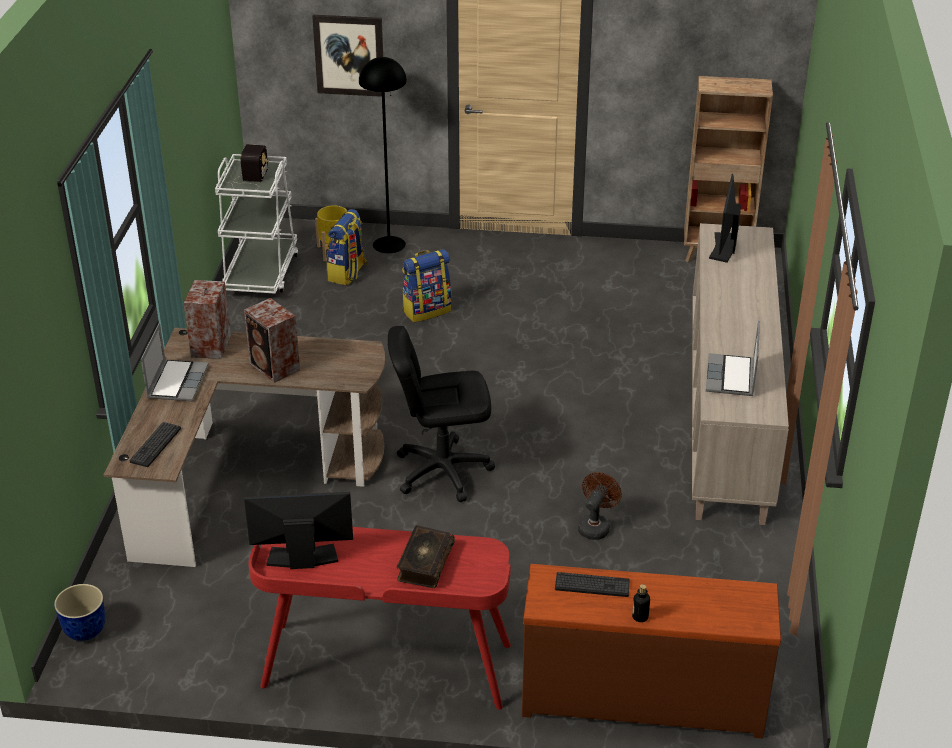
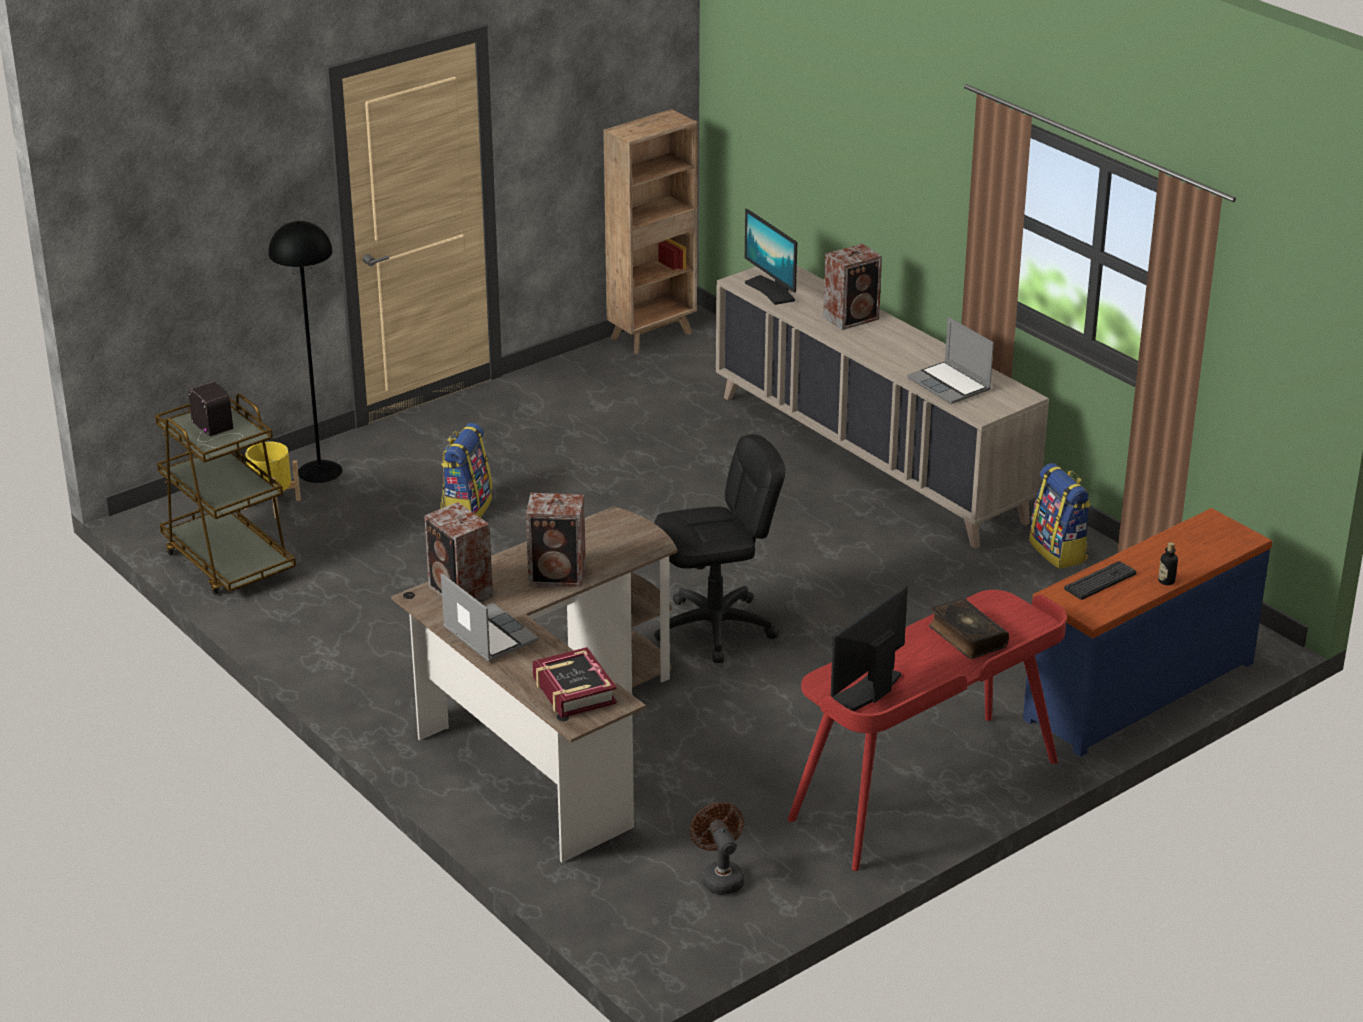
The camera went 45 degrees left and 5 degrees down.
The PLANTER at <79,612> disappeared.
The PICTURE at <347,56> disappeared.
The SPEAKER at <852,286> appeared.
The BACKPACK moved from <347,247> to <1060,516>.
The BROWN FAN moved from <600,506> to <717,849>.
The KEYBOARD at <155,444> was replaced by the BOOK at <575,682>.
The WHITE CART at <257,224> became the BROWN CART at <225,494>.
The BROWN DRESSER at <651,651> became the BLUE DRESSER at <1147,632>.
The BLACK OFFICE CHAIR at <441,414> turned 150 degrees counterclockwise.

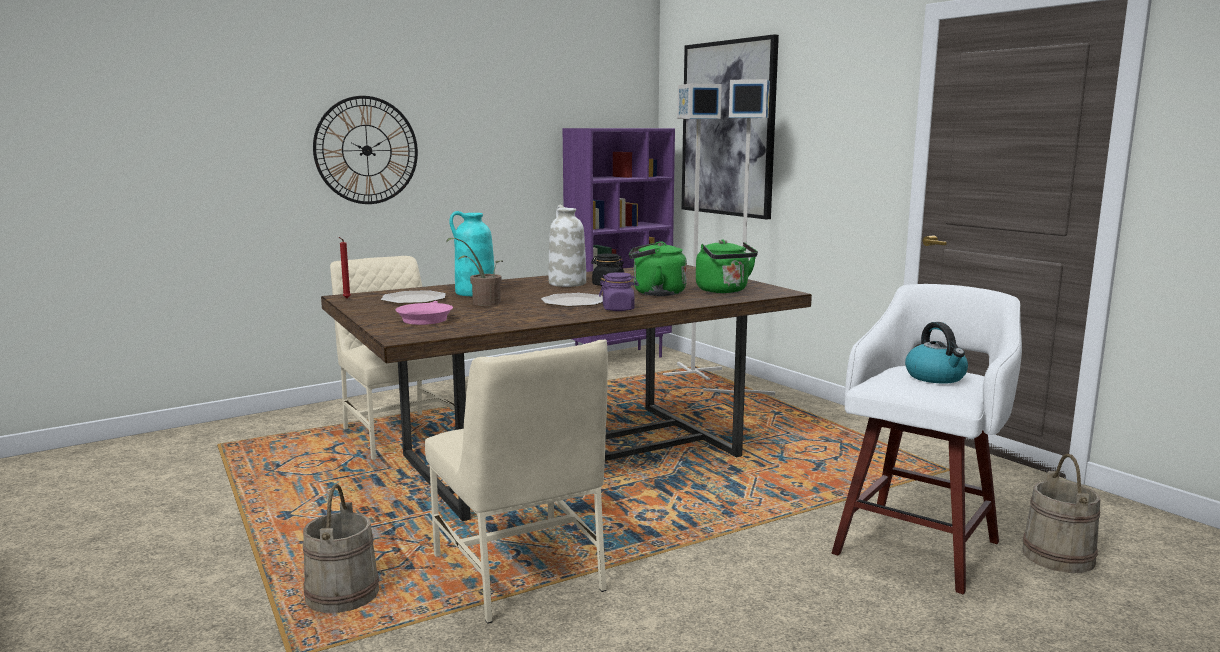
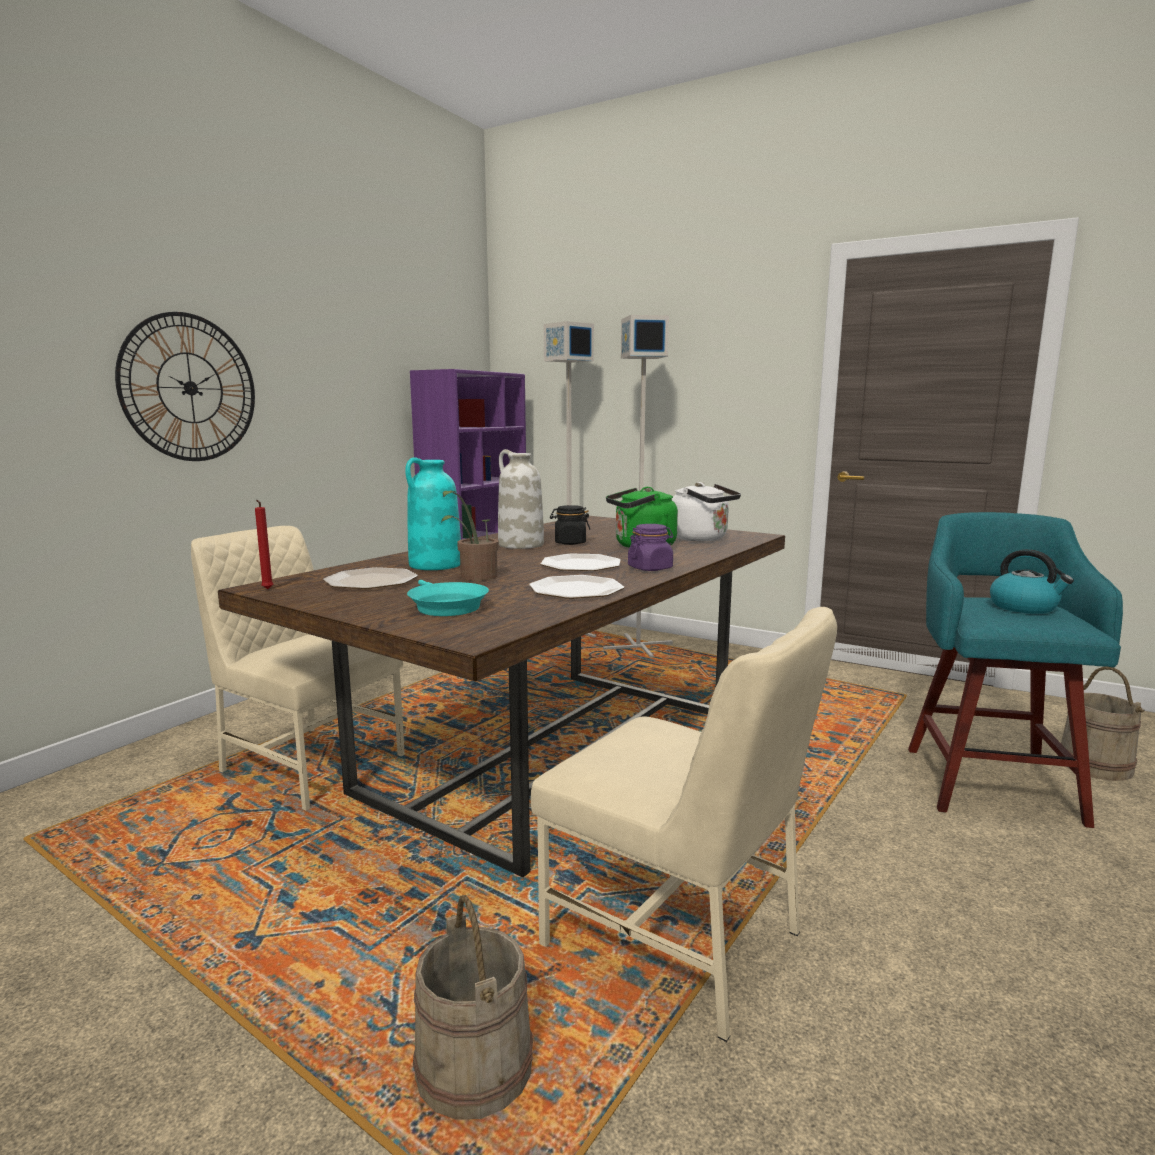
The camera went 25 degrees left and 0 degrees up.
The PICTURE at <730,126> disappeared.
The PLATE at <576,587> appeared.
The PINK FRYING PAN at <424,313> became the TURQUOISE FRYING PAN at <448,598>.
The GREEN KETTLE at <727,266> became the WHITE KETTLE at <706,511>.
The WHITE STOOL at <927,439> became the TURQUOISE STOOL at <1015,670>.

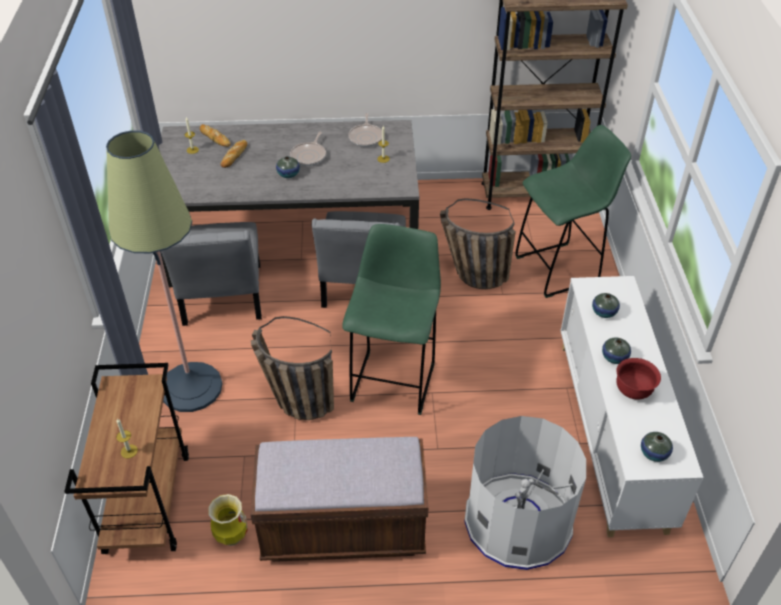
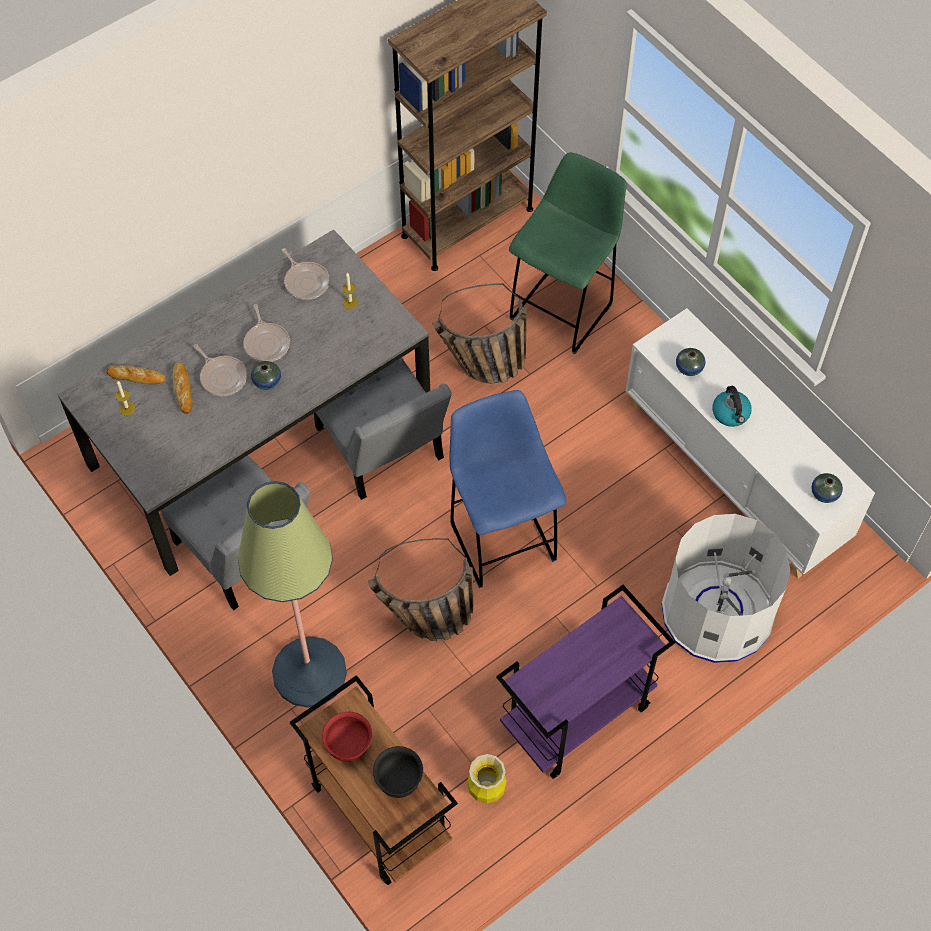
The camera went 35 degrees left and 15 degrees up.
The FRYING PAN at <220,370> appeared.
The RED BOWL moved from <638,378> to <347,737>.
The CANDLE at <127,438> was replaced by the BLACK BOWL at <398,772>.
The BROWN BENCH at <339,499> was replaced by the PURPLE CART at <585,682>.
The VASE at <616,351> was replaced by the KETTLE at <732,406>.
The GREEN STOOL at <391,319> became the BLUE STOOL at <508,489>.

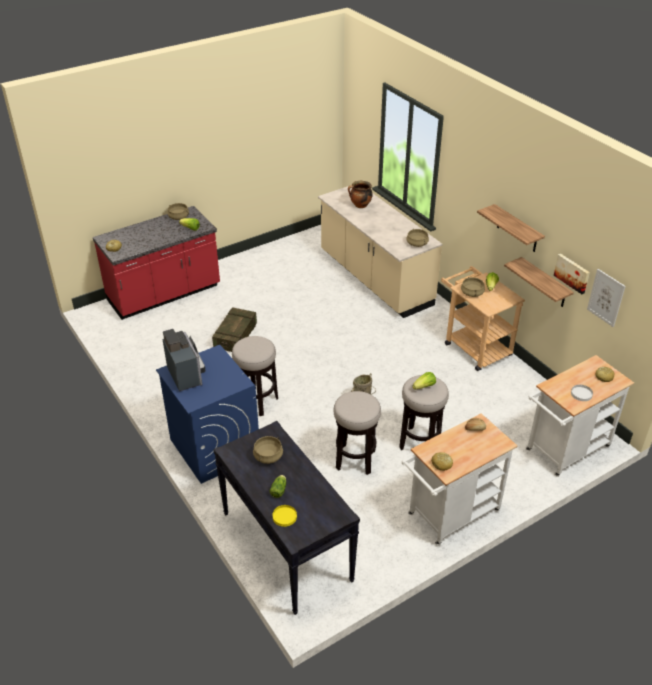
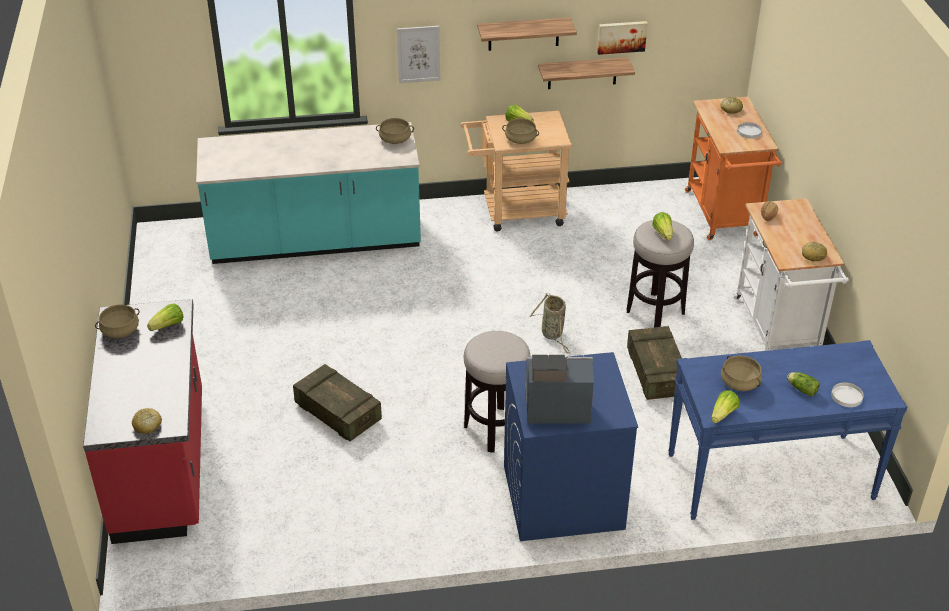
The camera went 65 degrees left and 0 degrees up.
The COOKING POT at <360,194> disappeared.
The LETTUCE at <725,406> appeared.
The PICTURE moved from <606,298> to <418,54>.
The STOOL at <357,433> was replaced by the CRATE at <654,363>.
The BLACK CONSOLE TABLE at <287,518> became the BLUE CONSOLE TABLE at <787,430>.
The YELLOW PLATE at <285,516> became the WHITE PLATE at <847,394>.
The BEIGE COUNTER at <380,252> became the TURQUOISE COUNTER at <308,193>.
The WHITE CART at <580,416> became the ORANGE CART at <733,168>.

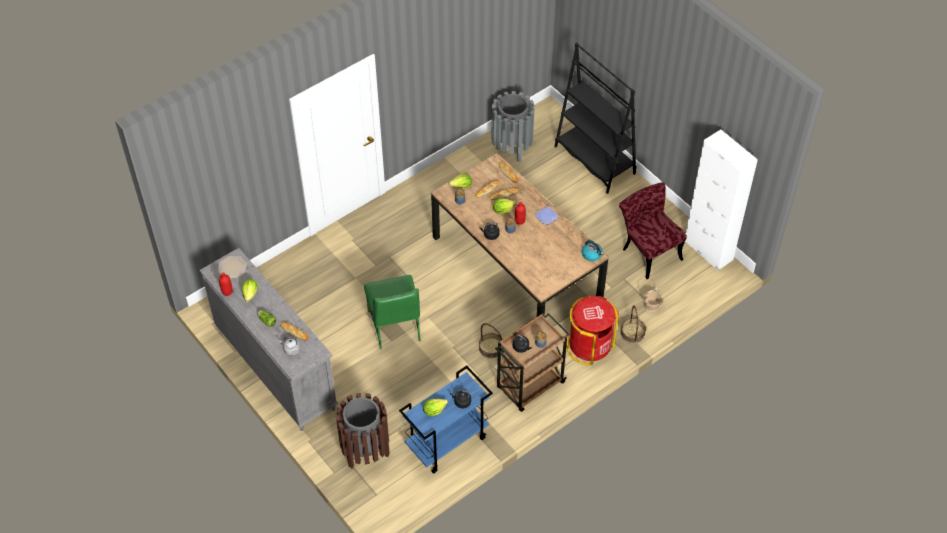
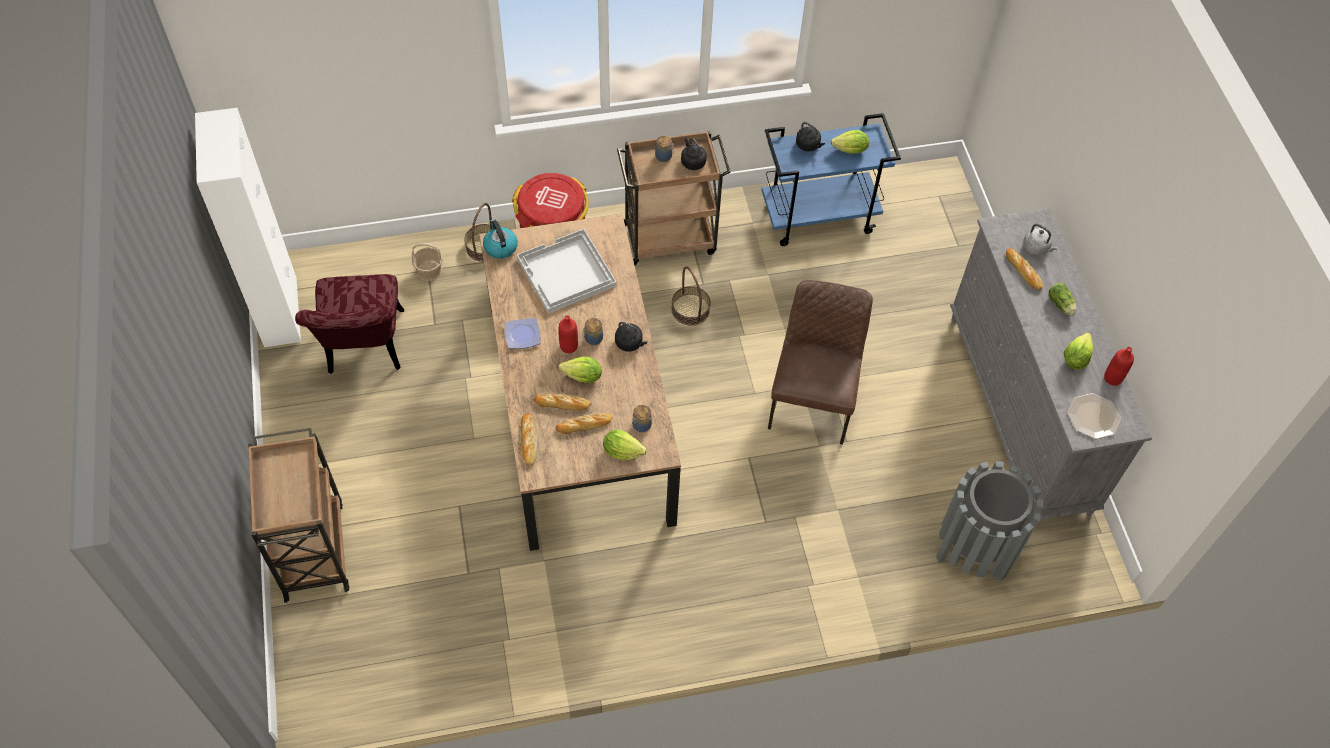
The camera went 155 degrees left and 5 degrees up.
The BROWN TRASH CAN at <363,430> disappeared.
The WHITE TRAY at <567,271> appeared.
The GREY TRASH CAN moved from <513,126> to <989,521>.
The BLACK BOOKCASE at <595,118> was replaced by the BROWN CART at <299,515>.
The GREEN CHAIR at <392,312> became the BROWN CHAIR at <820,362>.

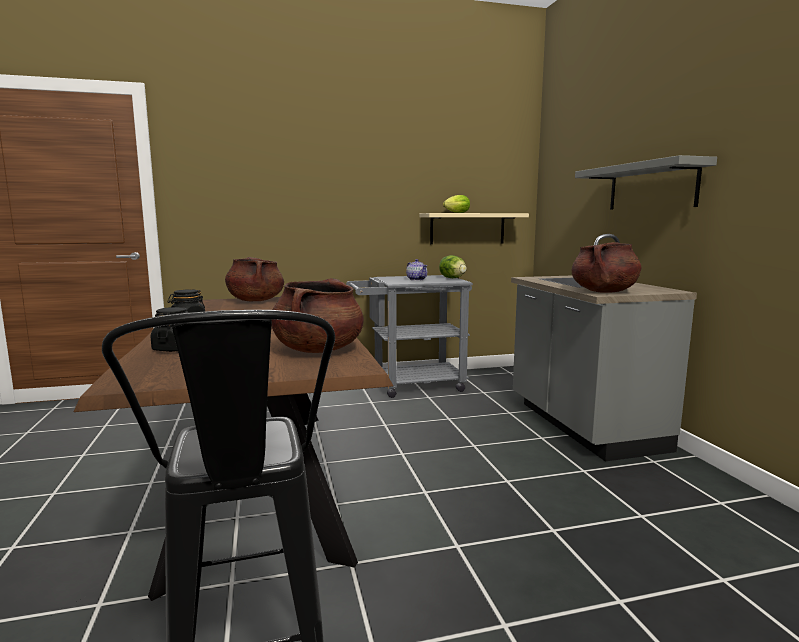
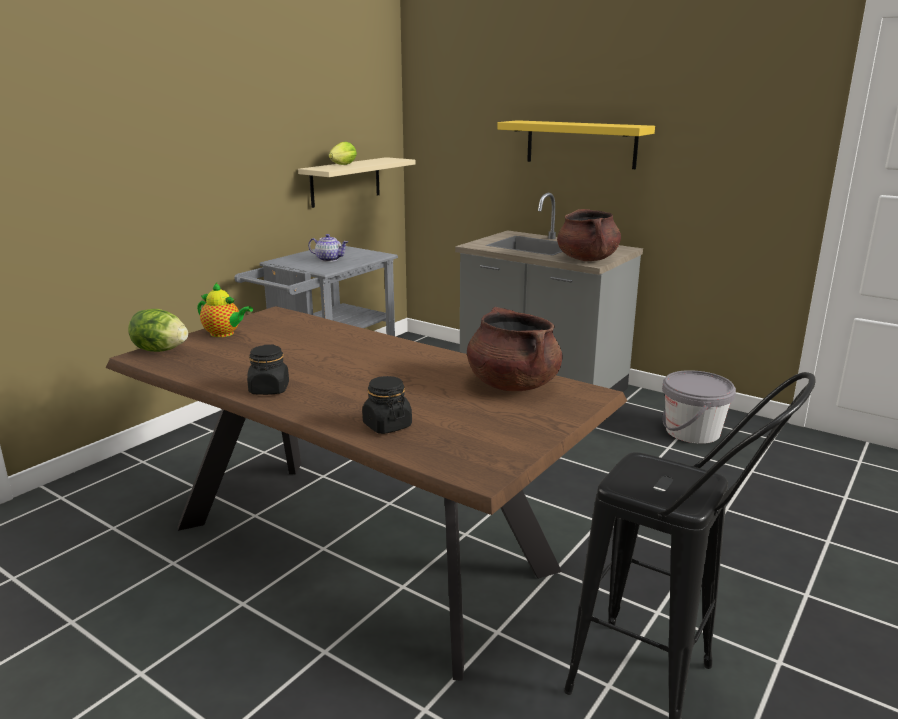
The camera went 40 degrees left and 10 degrees up.
The GREY BUCKET at <699,407> appeared.
The LETTUCE moved from <453,266> to <158,330>.
The BROWN COOKING POT at <254,279> was replaced by the TEAPOT at <225,310>.
The GREY SHELF at <646,182> became the YELLOW SHELF at <576,144>.

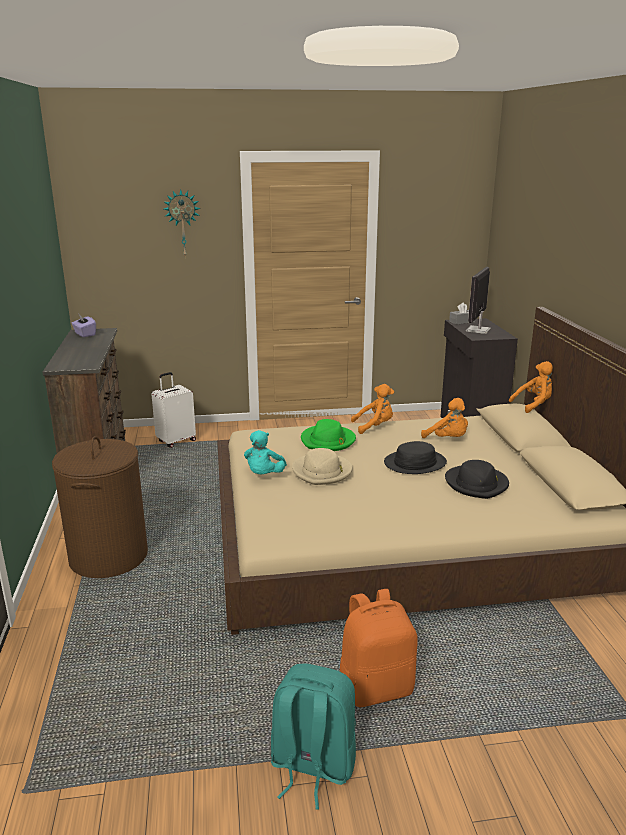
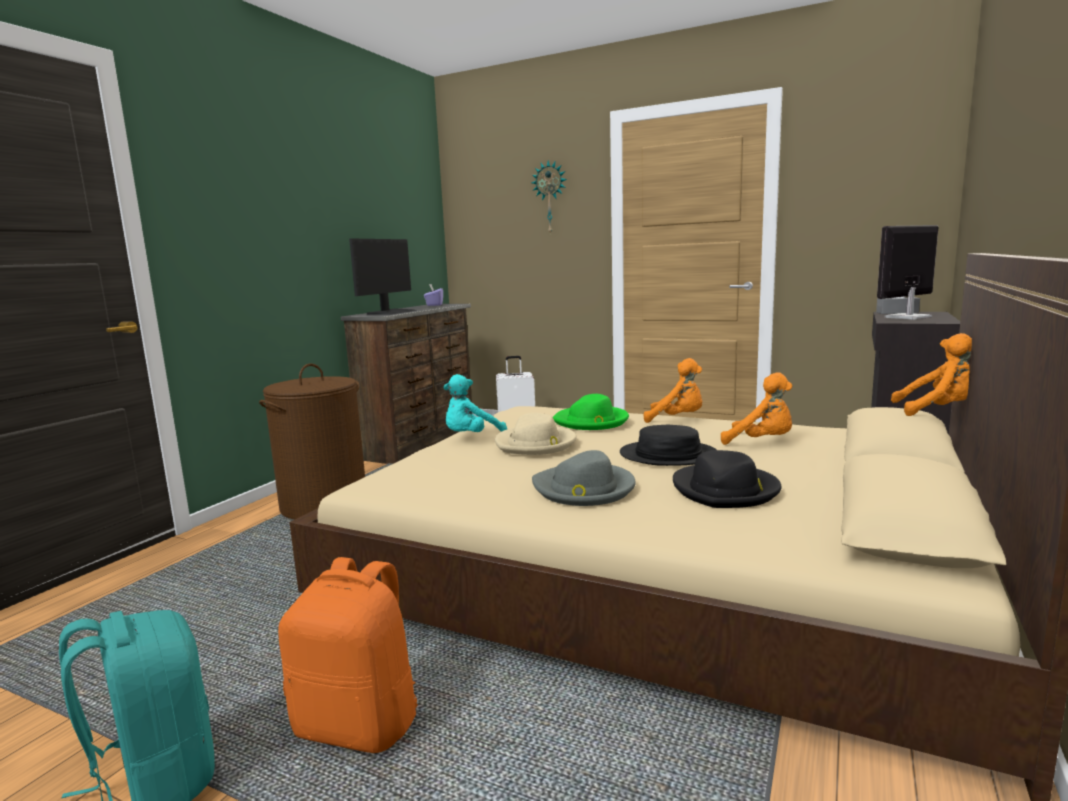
The camera went 35 degrees right and 10 degrees down.
The MONITOR at <383,277> appeared.
The GREY HAT at <584,478> appeared.
The ORANGE PLUSH TOY at <444,418> turned 45 degrees counterclockwise.

